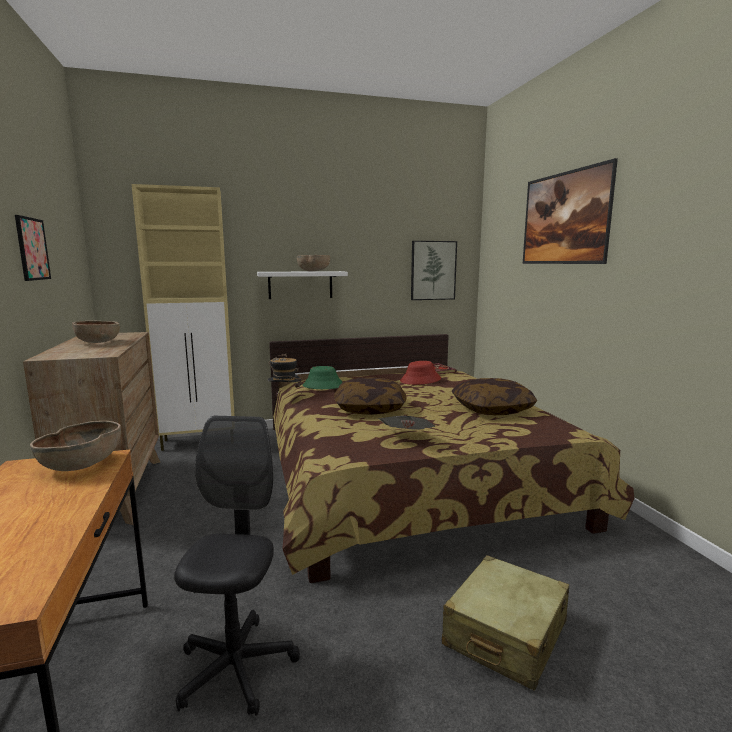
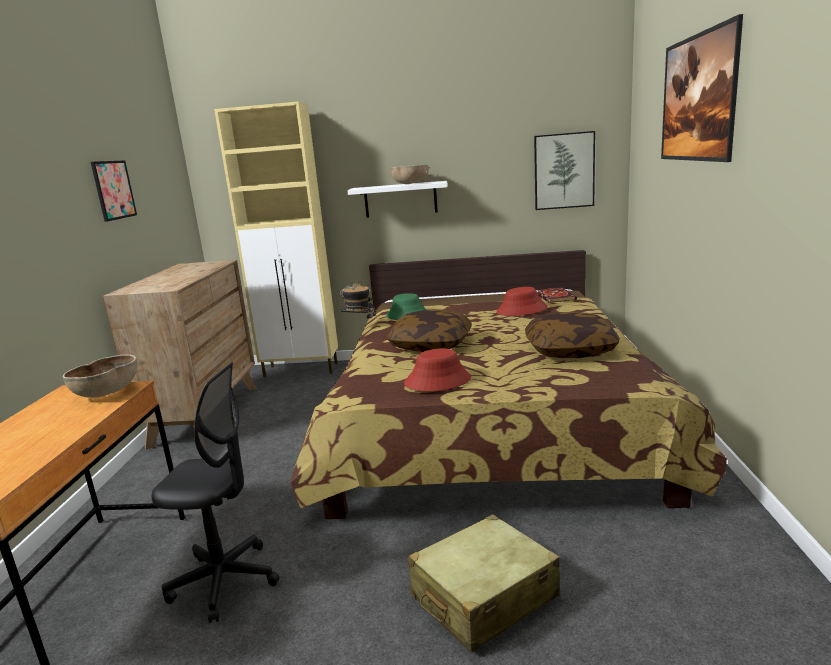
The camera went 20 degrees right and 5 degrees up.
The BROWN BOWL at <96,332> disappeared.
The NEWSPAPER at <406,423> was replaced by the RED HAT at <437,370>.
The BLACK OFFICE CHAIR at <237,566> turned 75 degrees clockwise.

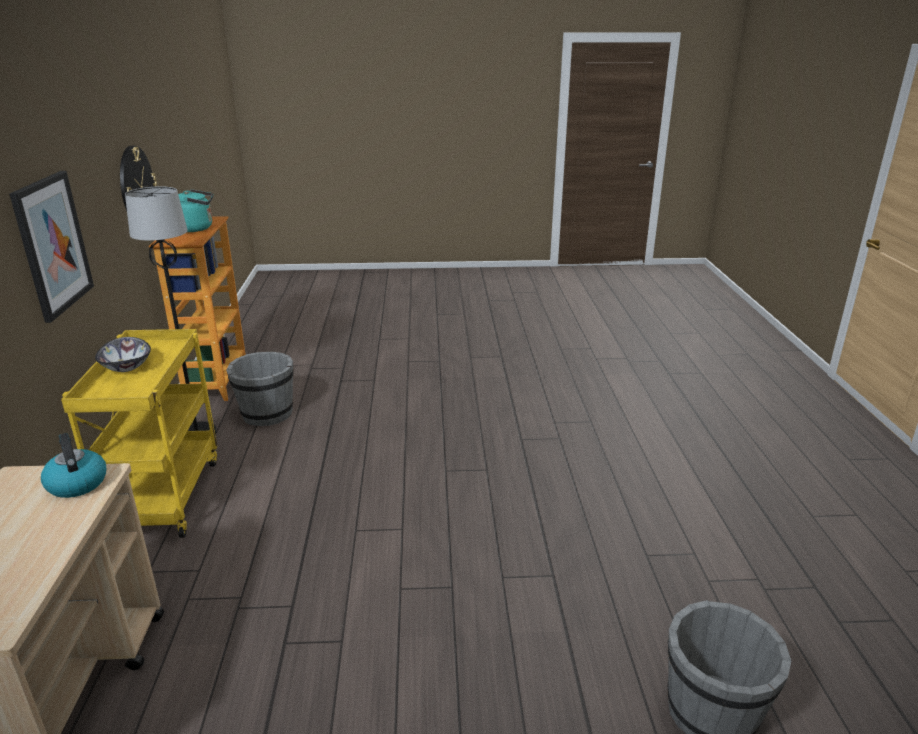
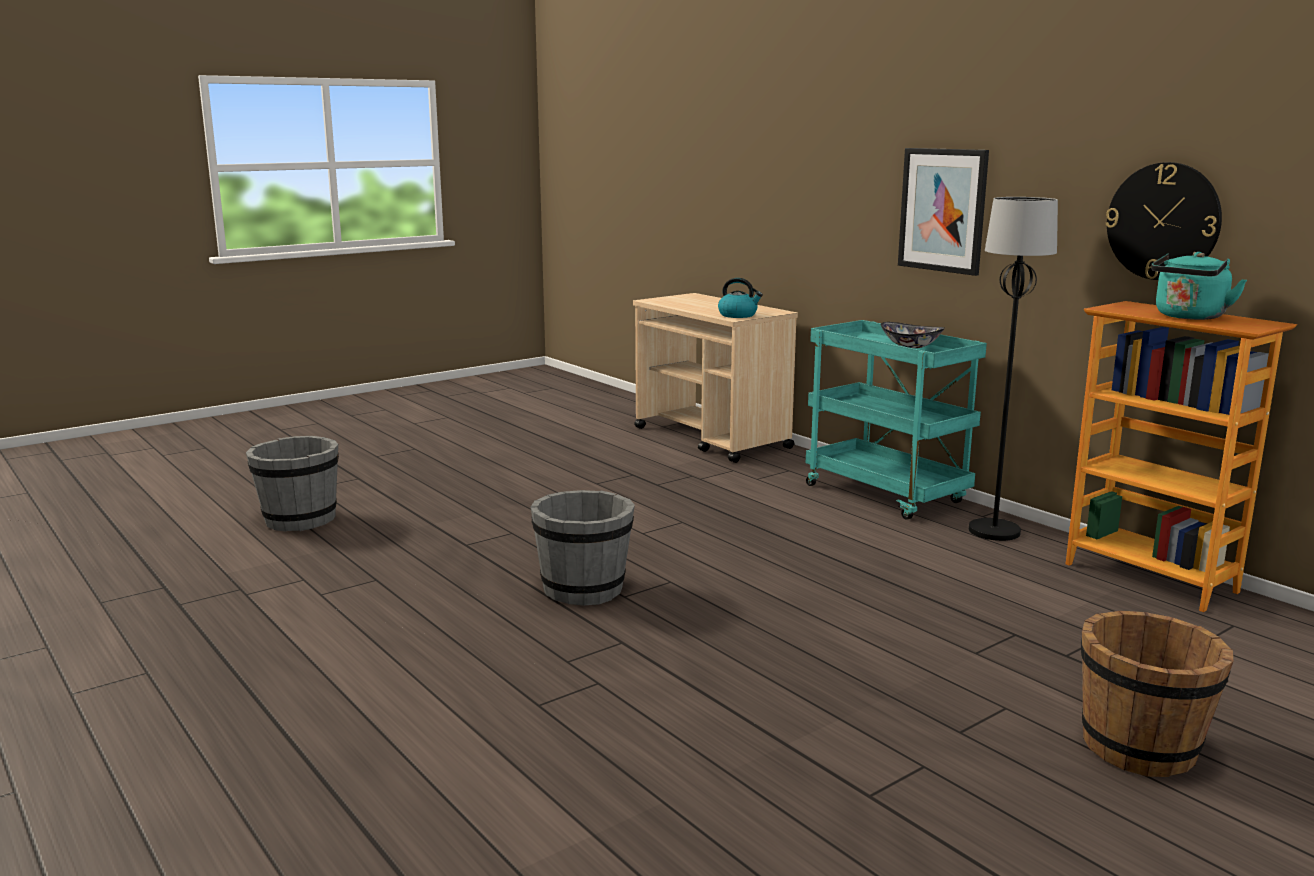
The camera went 145 degrees right and 10 degrees down.
The BROWN BUCKET at <1157,693> appeared.
The GREY BUCKET moved from <260,389> to <582,547>.
The YELLOW CART at <139,433> became the TURQUOISE CART at <896,420>.

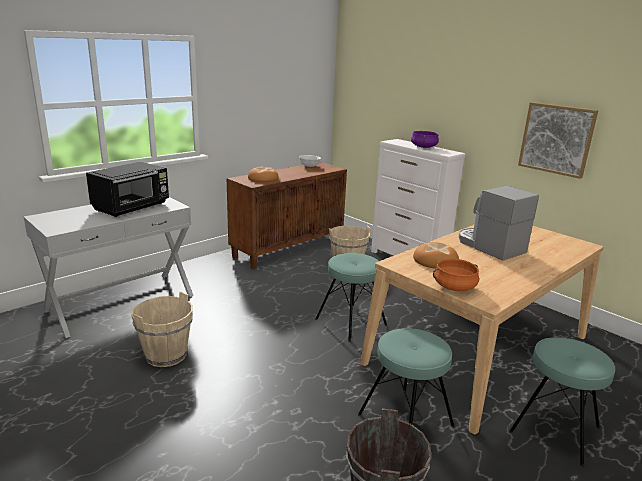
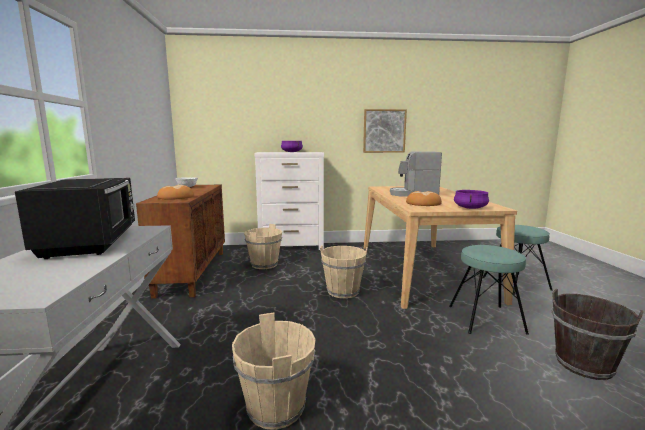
The camera went 50 degrees left and 10 degrees down.
The TURQUOISE STOOL at <351,297> was replaced by the BEIGE BUCKET at <343,271>.
The ORANGE COOKING POT at <456,275> became the PURPLE COOKING POT at <471,199>.

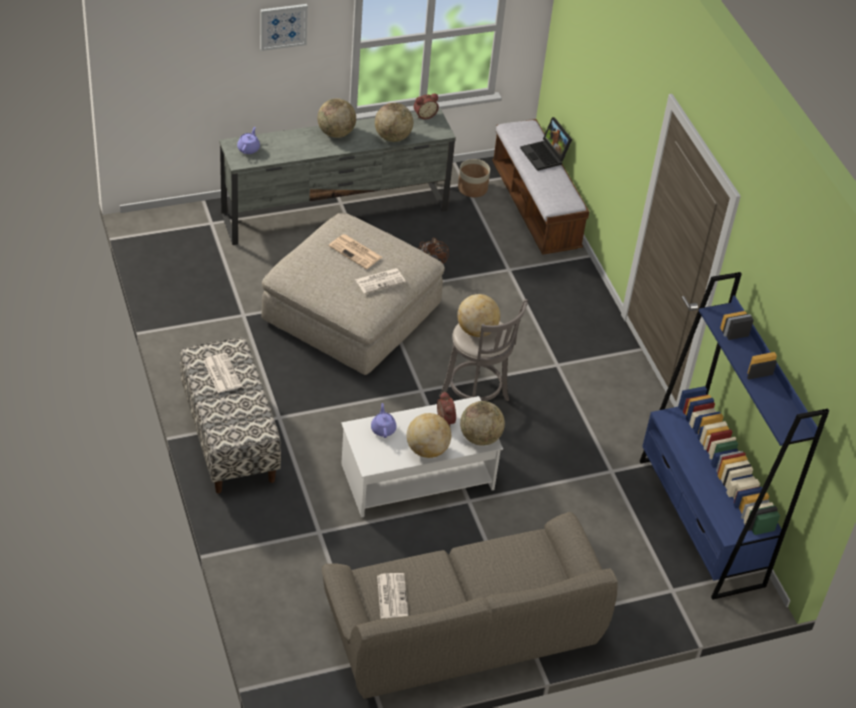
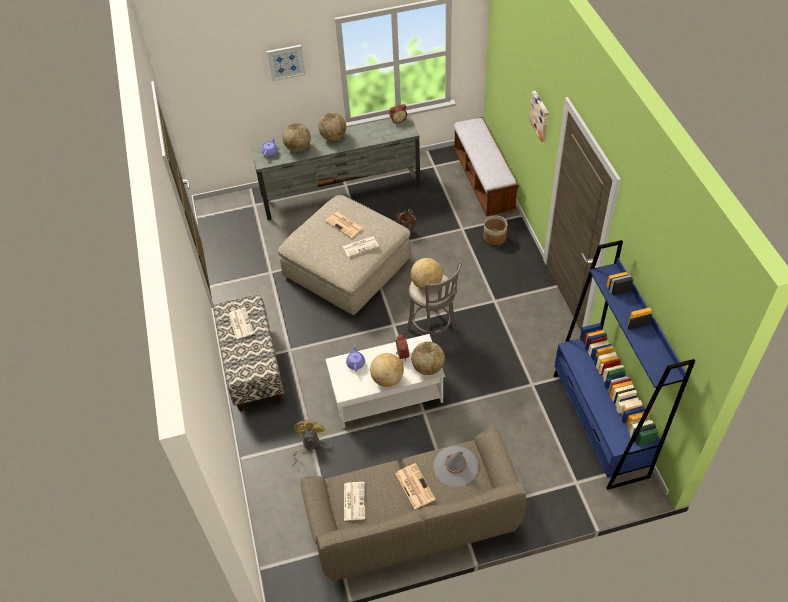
The camera went 10 degrees right and 5 degrees up.
The LAPTOP at <546,144> disappeared.
The YELLOW FAN at <309,442> appeared.
The NEWSPAPER at <415,486> appeared.
The GREY HAT at <456,466> appeared.
The PICTURE at <539,116> appeared.
The GLOBE moved from <394,122> to <296,137>.
The PLANTER moved from <474,178> to <495,230>.

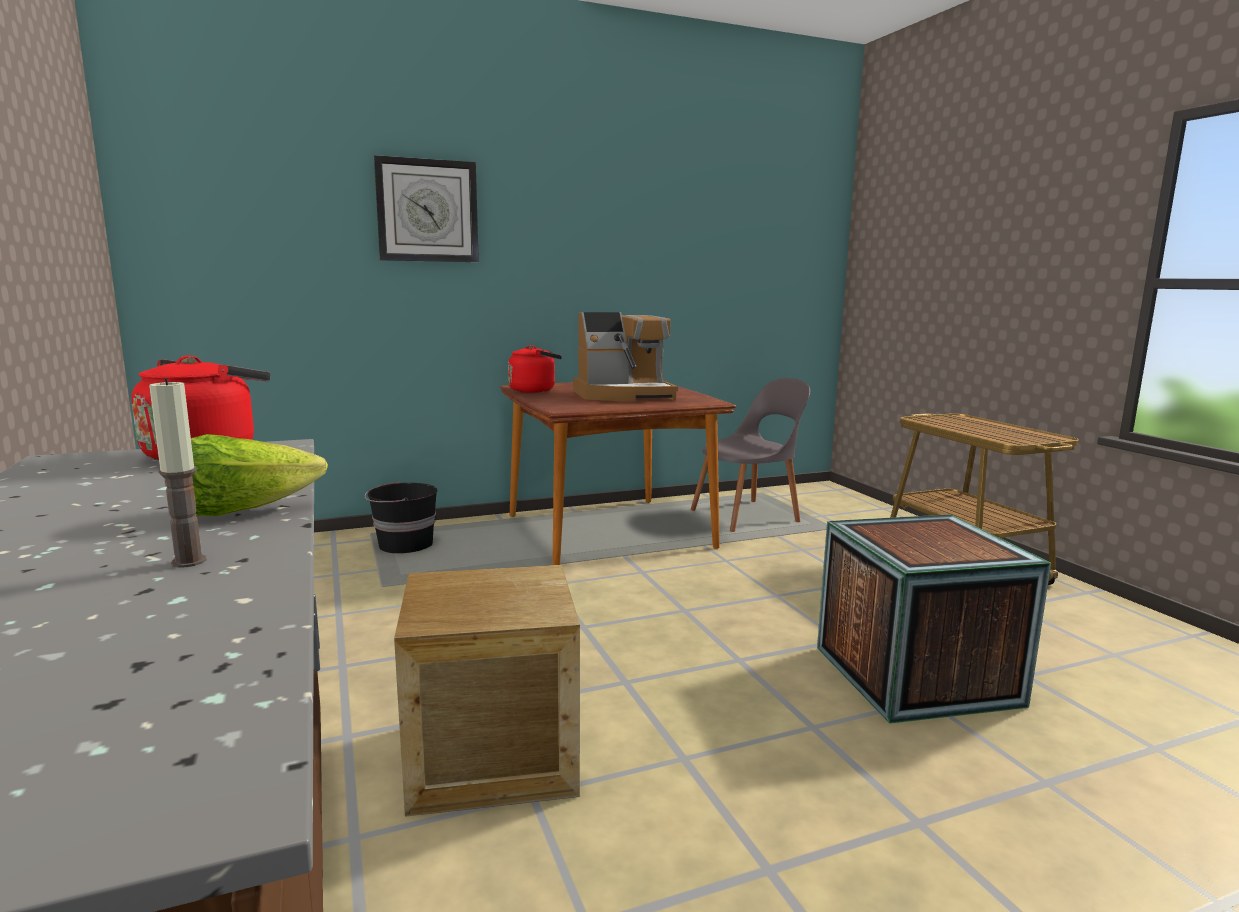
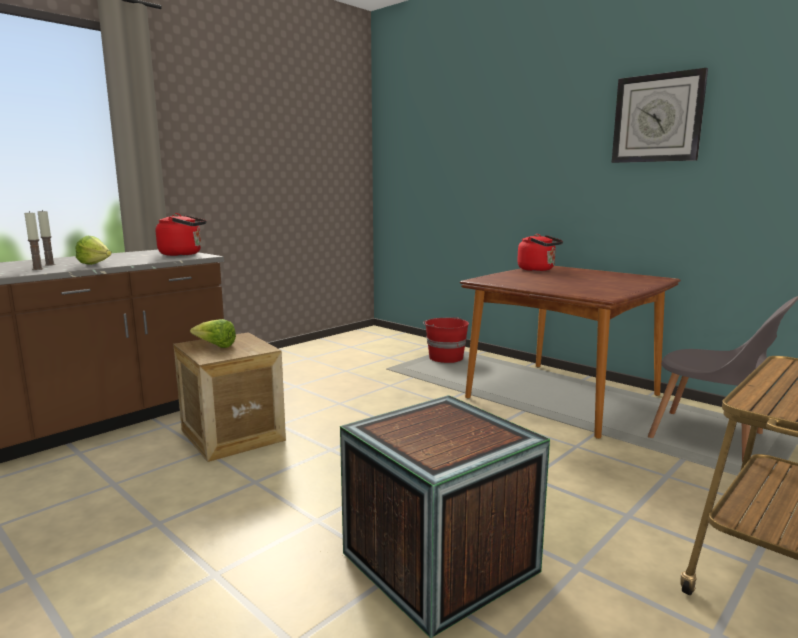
The camera went 65 degrees right and 0 degrees up.
The COFFEE MACHINE at <625,356> disappeared.
The CANDLE at <46,237> appeared.
The LETTUCE at <213,333> appeared.
The WALL CLOCK moved from <426,208> to <660,115>.
The BLACK BUCKET at <401,517> became the RED BUCKET at <446,340>.

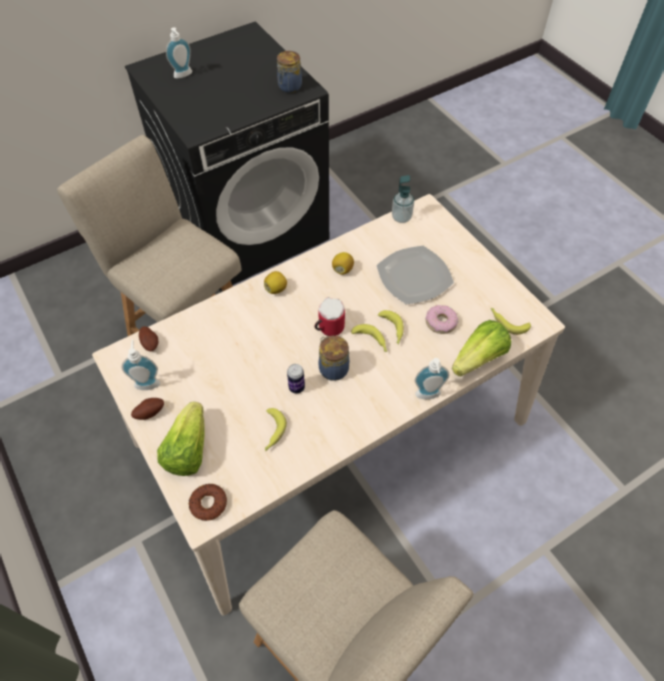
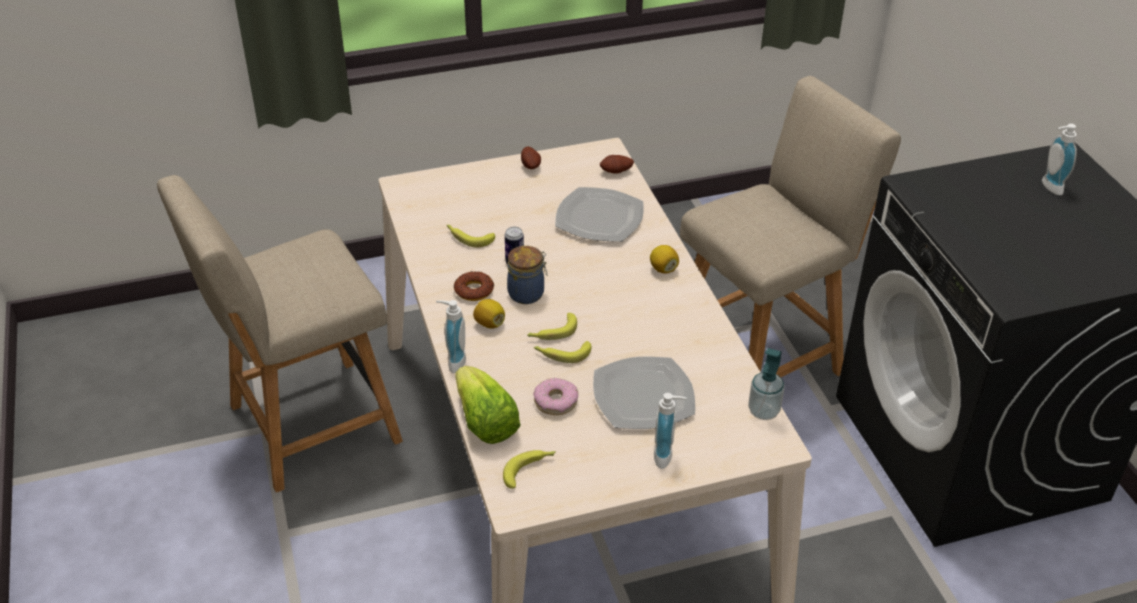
The camera went 105 degrees right and 15 degrees down.
The LETTUCE at <181,439> disappeared.
The JAR at <289,72> disappeared.
The MUG at <329,316> disappeared.
The PLATE at <599,214> appeared.
The SOAP DISPENSER moved from <141,365> to <670,431>.
The DONUT moved from <208,502> to <474,286>.
The LEMON moved from <343,263> to <489,313>.

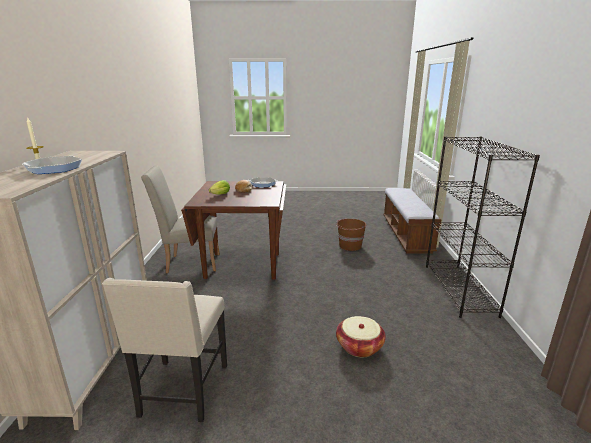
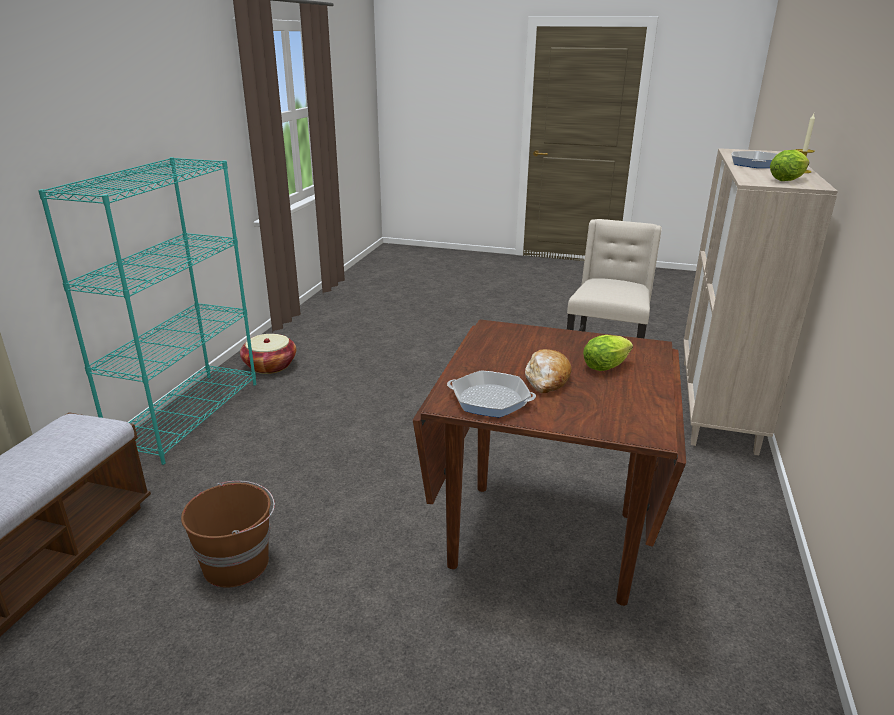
The camera went 165 degrees left and 5 degrees up.
The BEIGE CHAIR at <180,219> disappeared.
The LETTUCE at <790,165> appeared.
The BASKET moved from <361,336> to <268,354>.
The BLACK BOOKCASE at <483,227> became the TURQUOISE BOOKCASE at <147,311>.

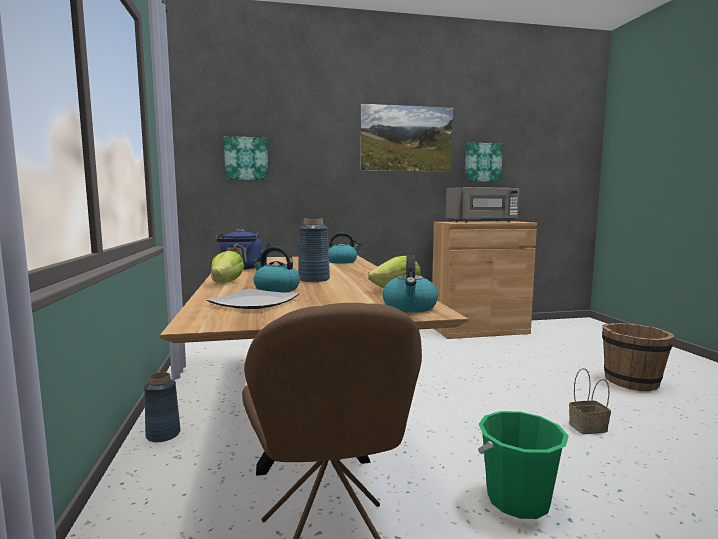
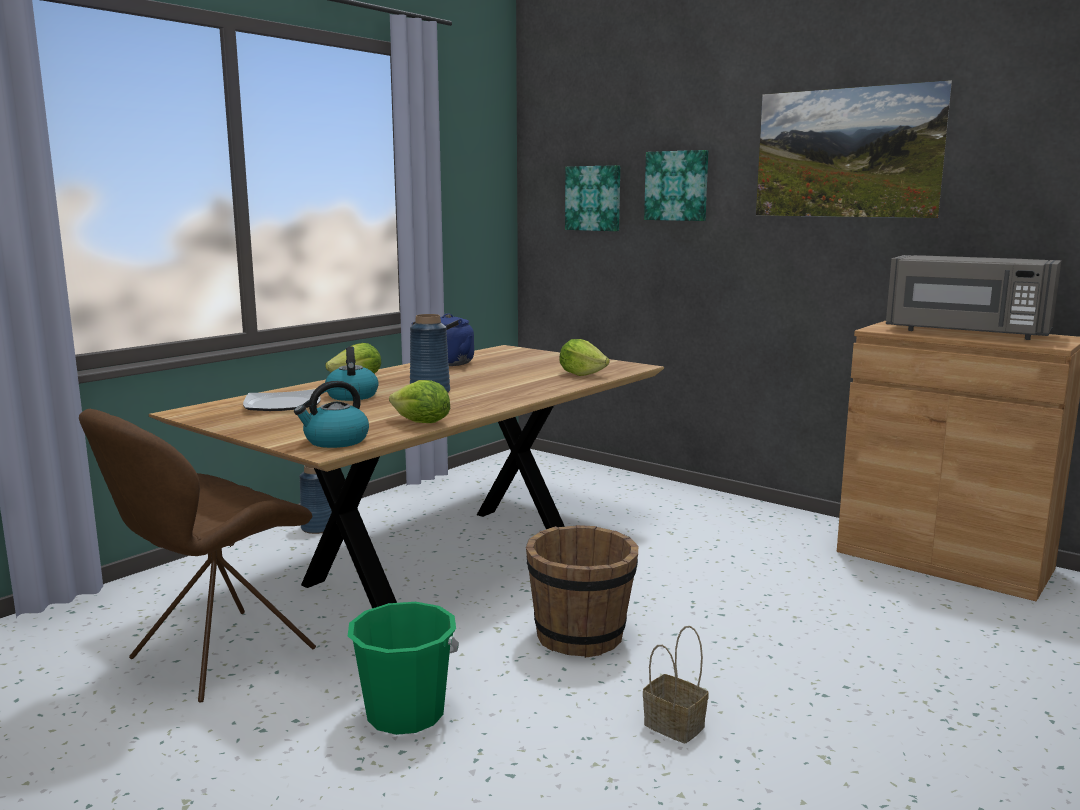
The camera went 50 degrees right and 5 degrees up.
The PICTURE moved from <484,162> to <676,185>.
The BROWN BUCKET moved from <638,357> to <582,591>.
The KETTLE at <344,248> was replaced by the LETTUCE at <584,357>.

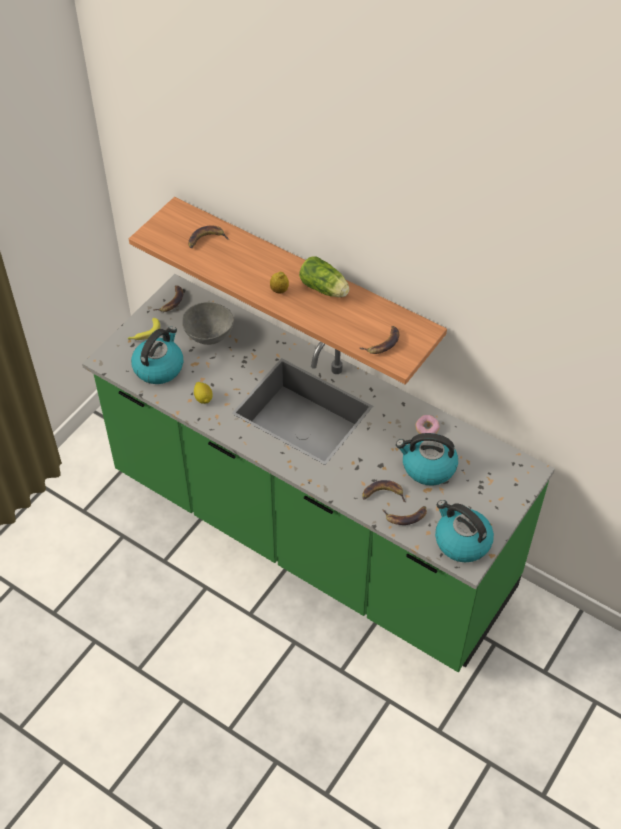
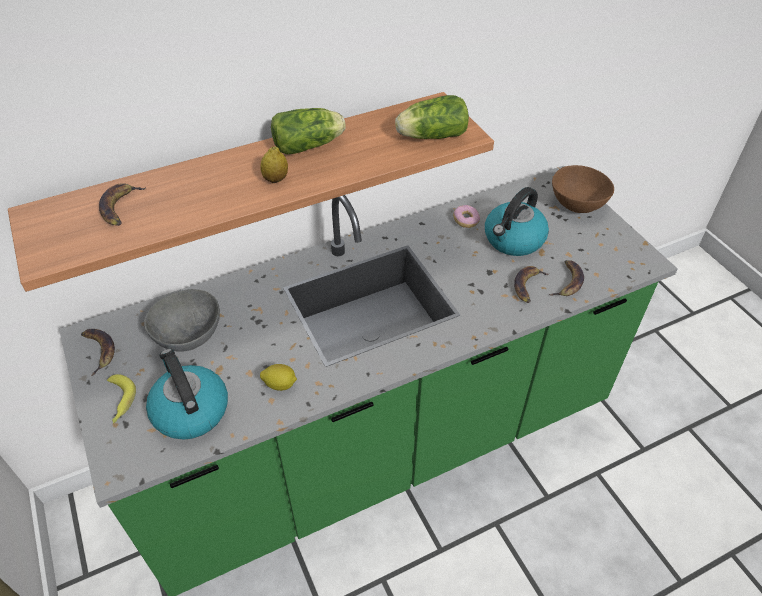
The camera went 60 degrees left and 5 degrees down.
The KETTLE at <464,531> disappeared.
The BROWN BOWL at <583,189> appeared.
The BANANA at <379,340> was replaced by the LETTUCE at <432,117>.

